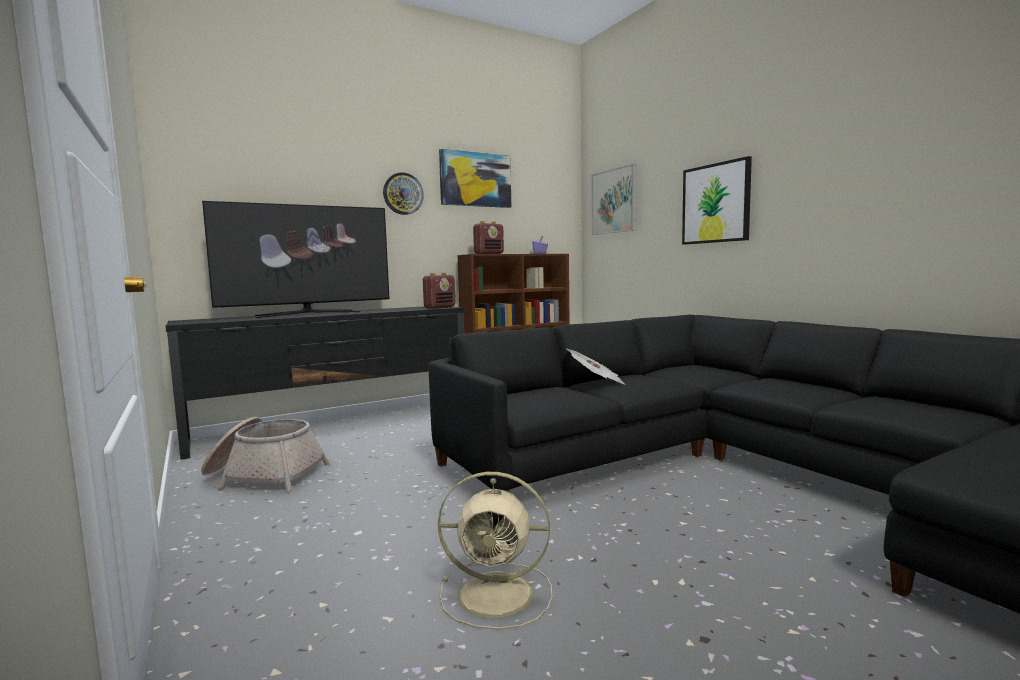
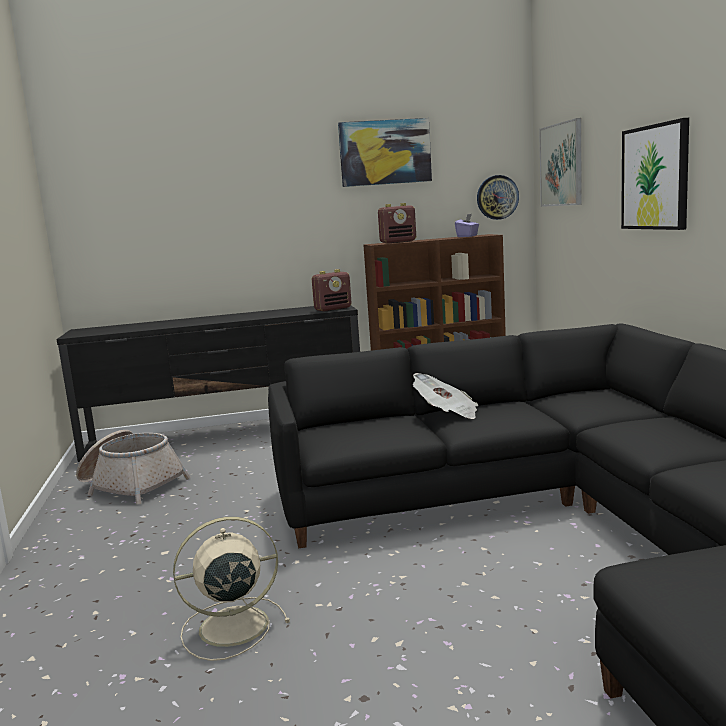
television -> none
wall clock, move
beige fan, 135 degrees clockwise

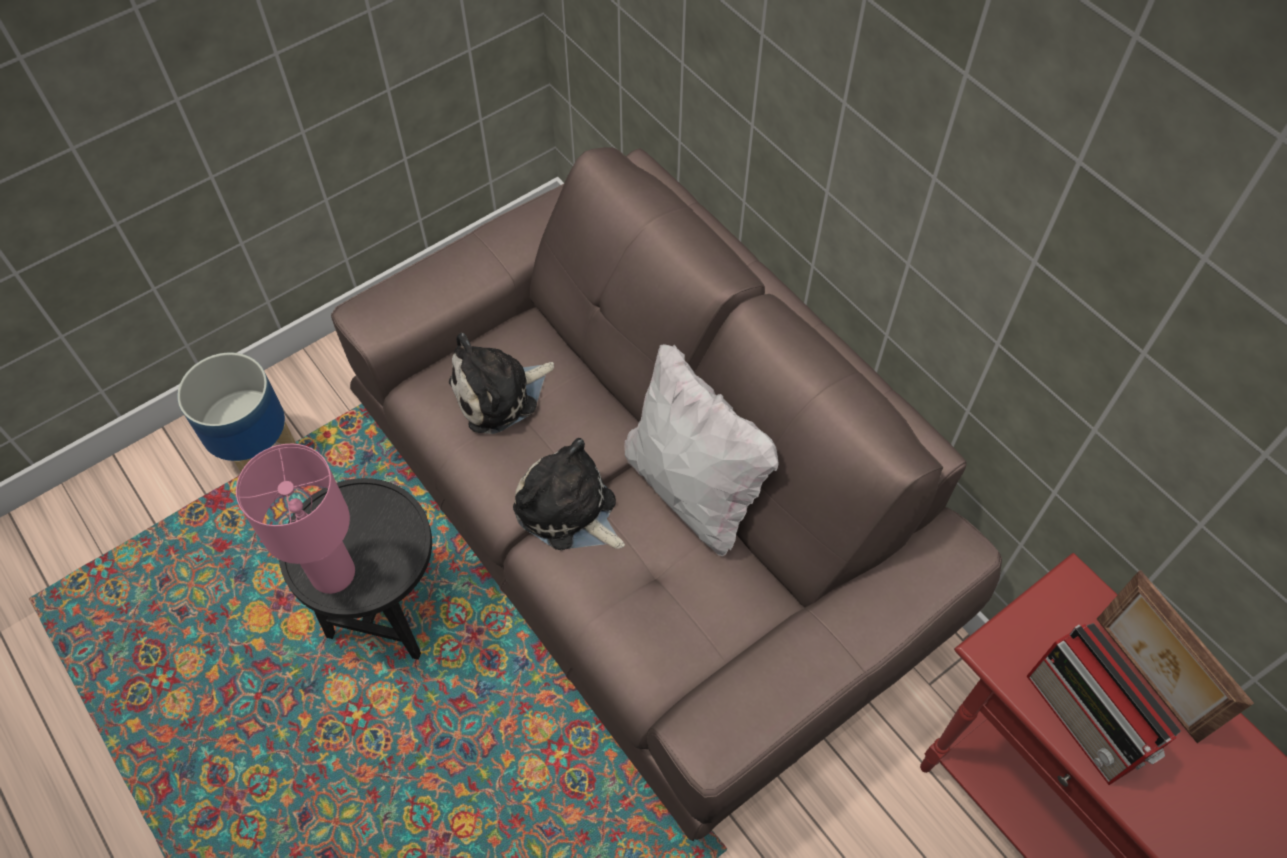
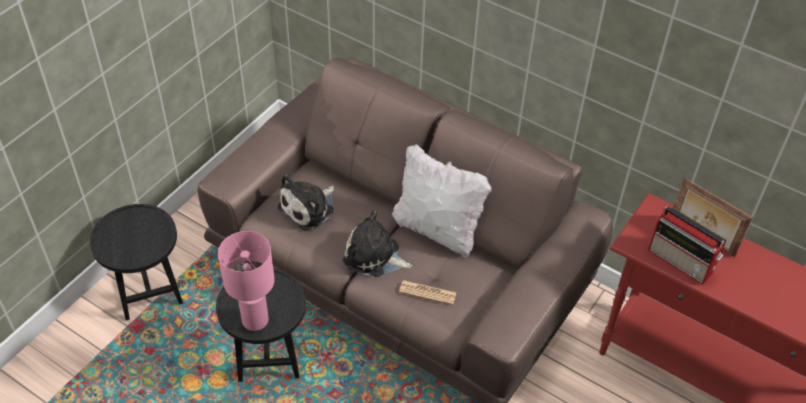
planter -> black side table (1st from left)
none -> newspaper

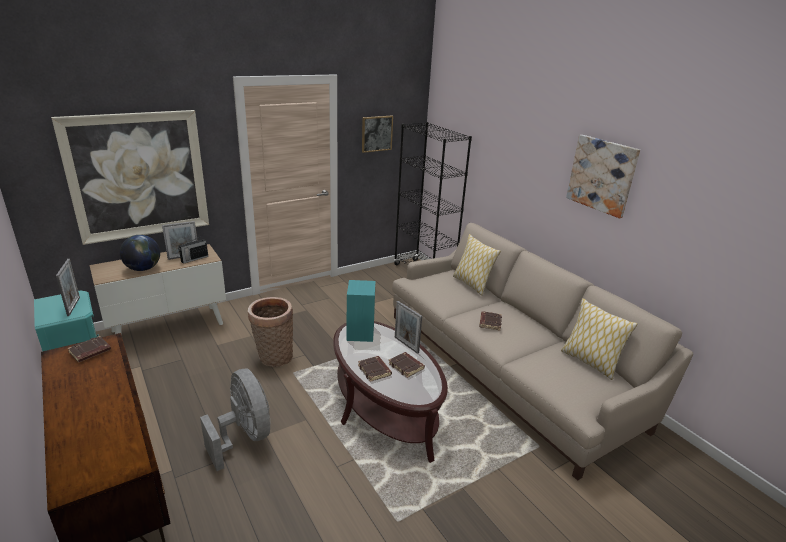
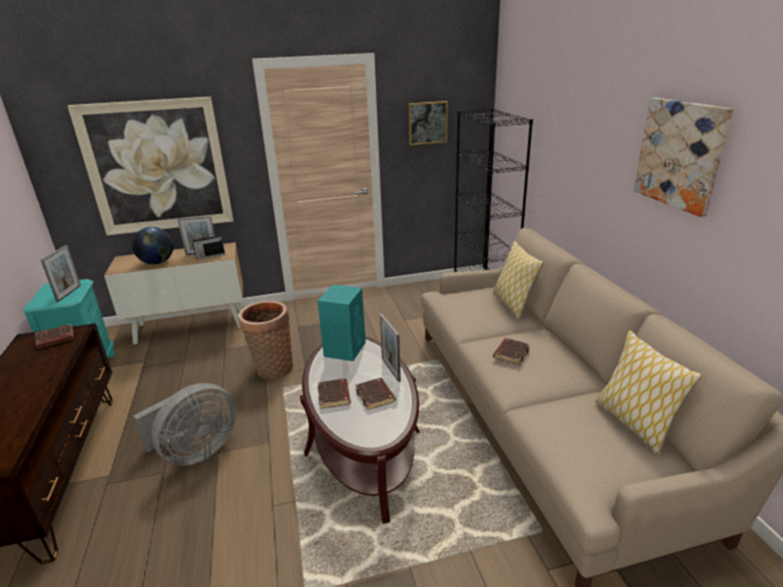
grey fan, 60 degrees clockwise

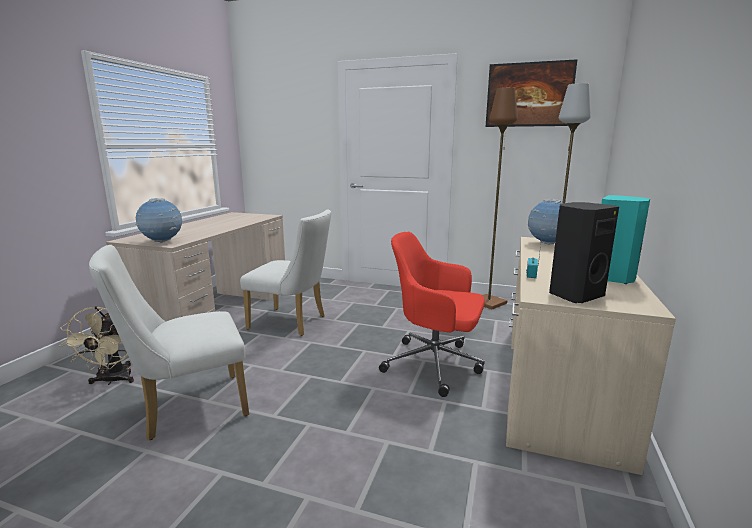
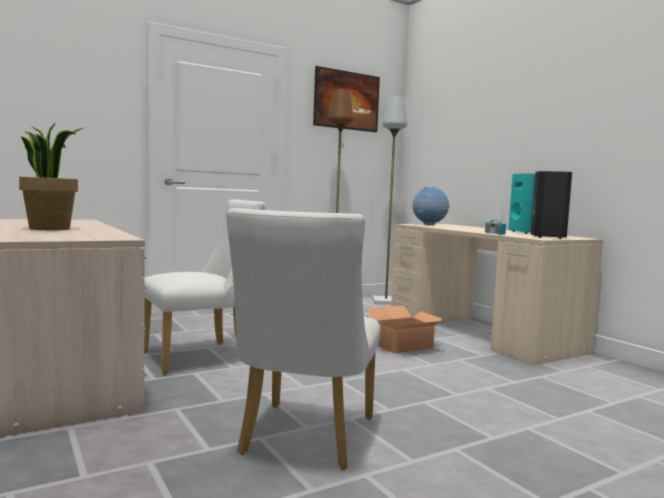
beige fan -> none
globe (1st from left) -> none
red office chair -> cardboard box
none -> potted plant

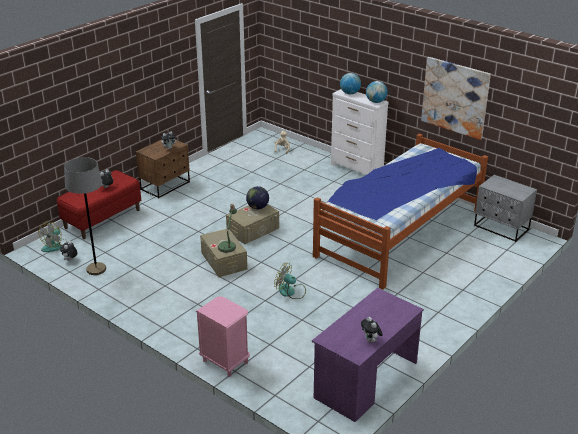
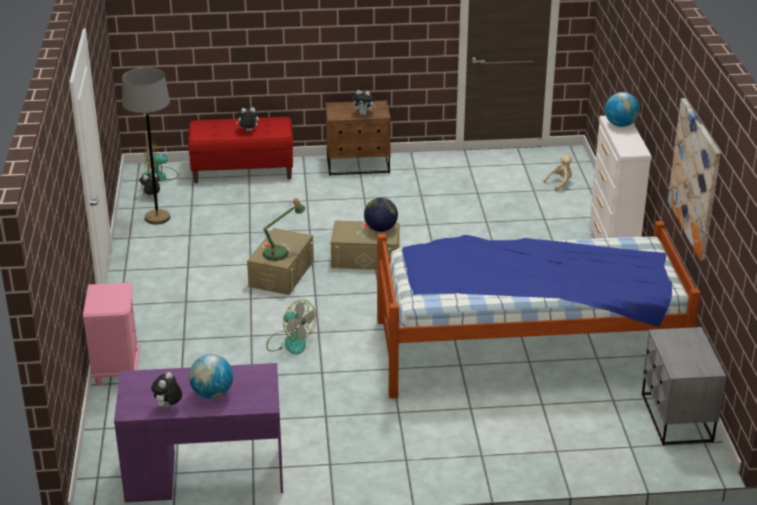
fan (2nd from left), 150 degrees clockwise
globe (3rd from left in the first image) -> globe (1st from left), move

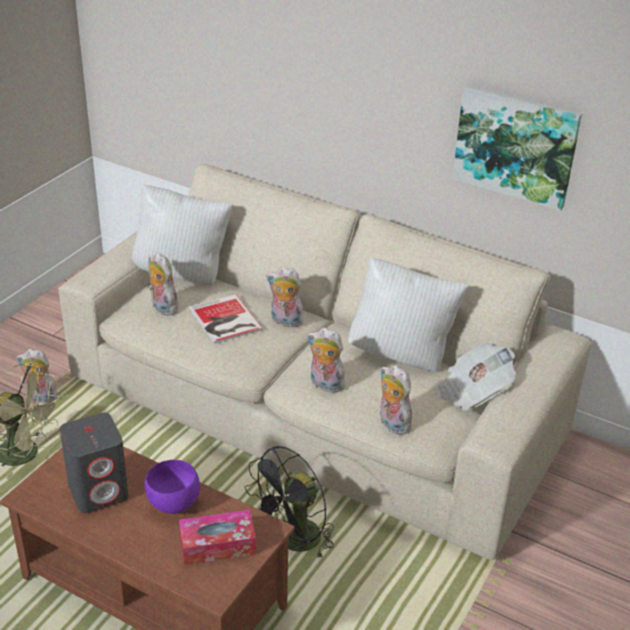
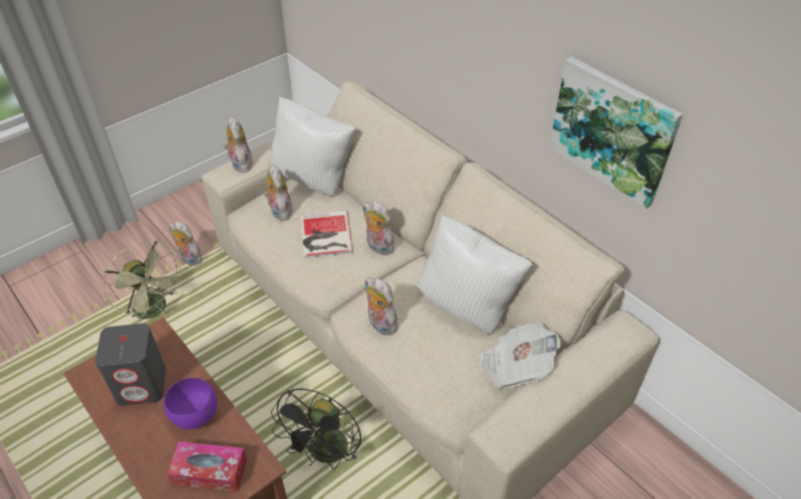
black fan, 45 degrees counterclockwise
plush toy (5th from left in the first image) -> plush toy (2nd from left), move

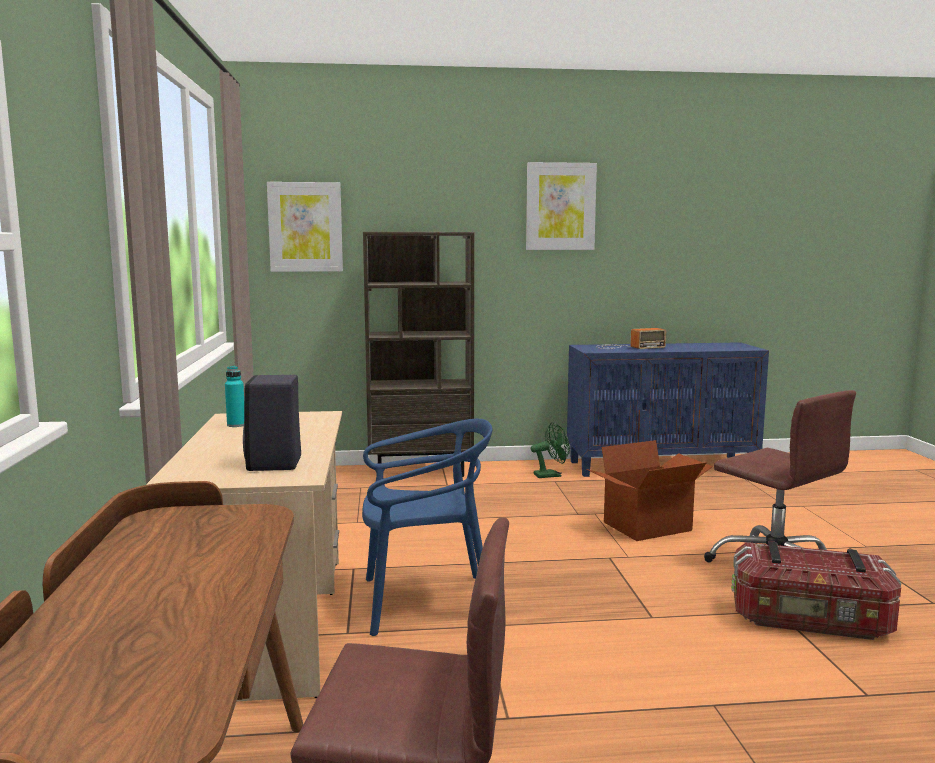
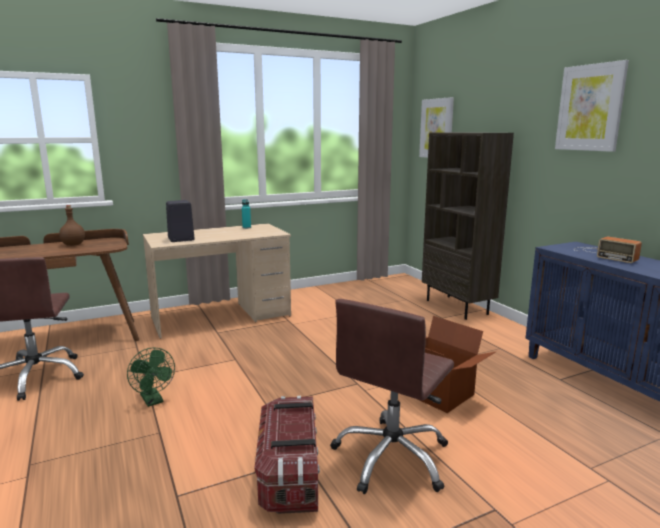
blue chair -> none
green fan, move
none -> brown bottle

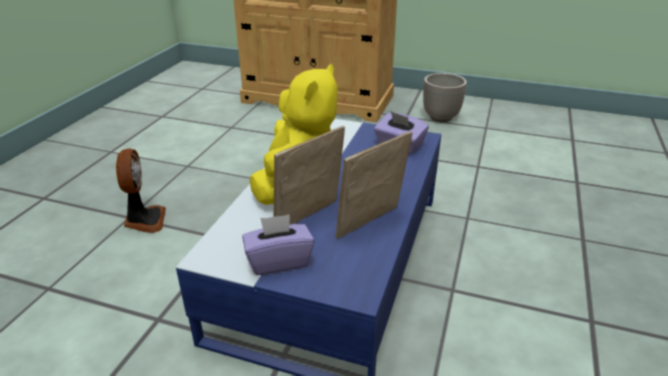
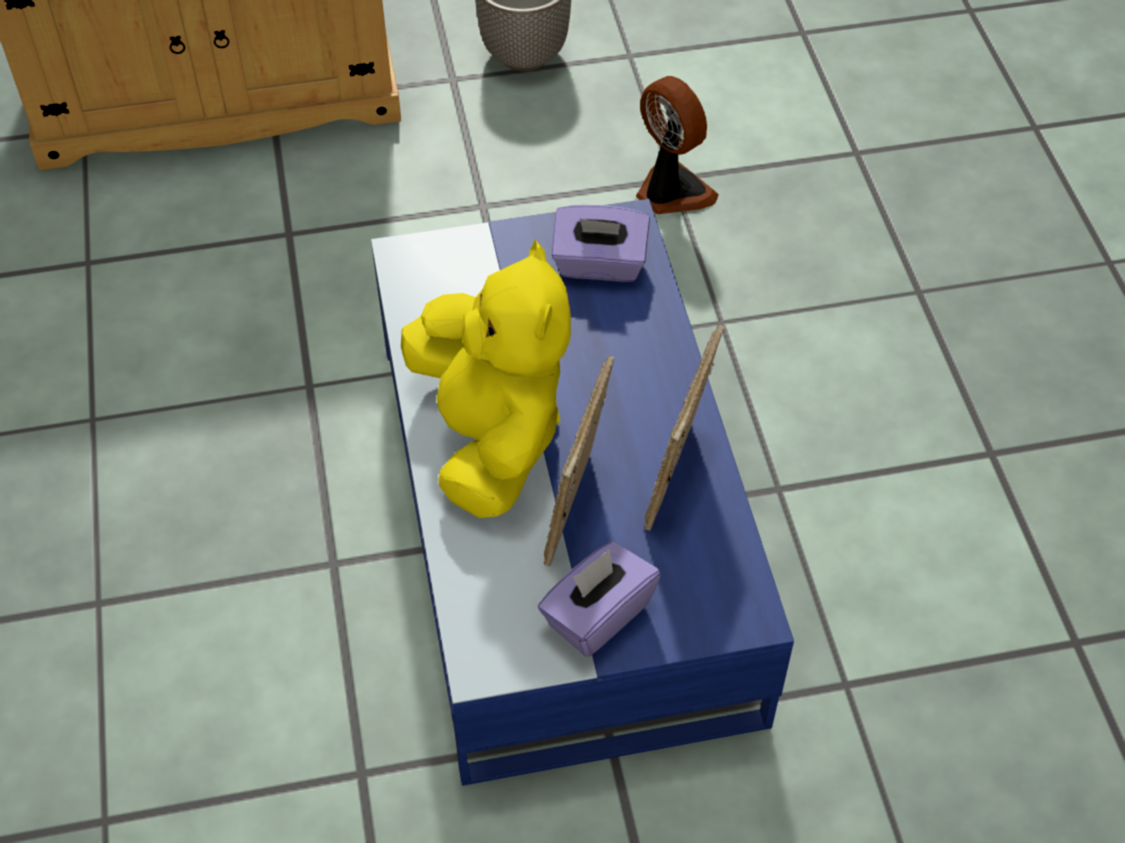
fan, move

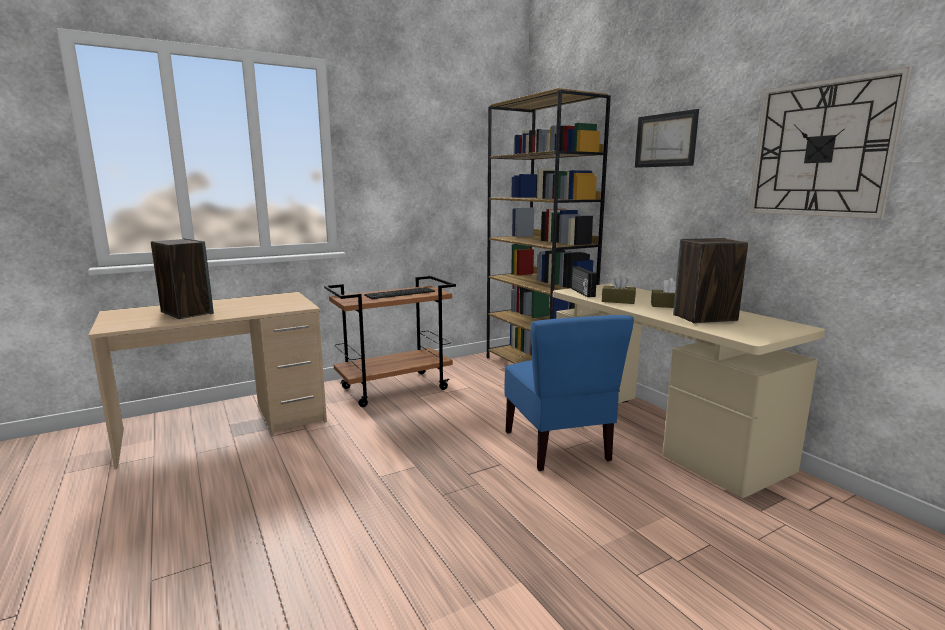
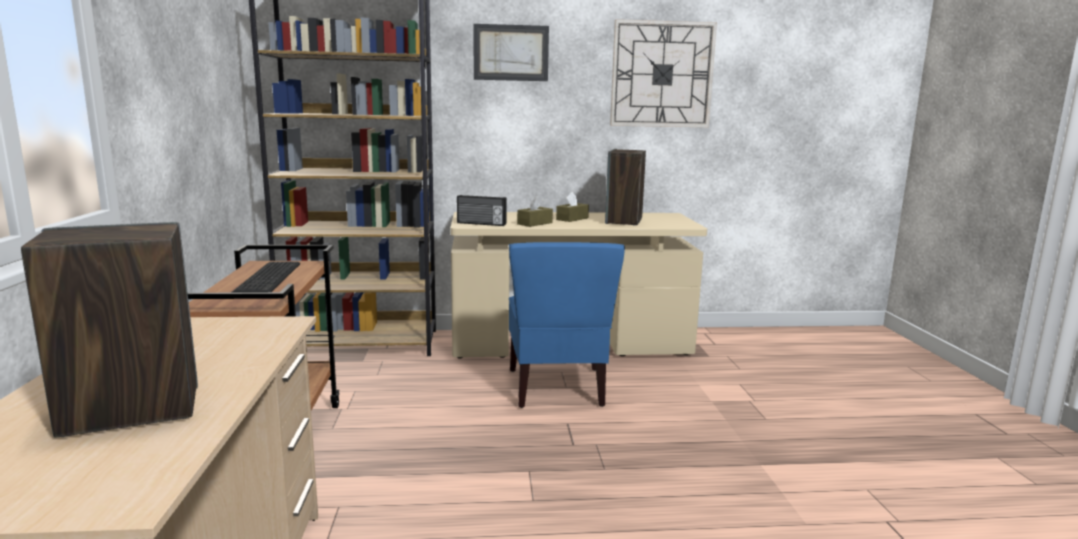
blue chair, 75 degrees clockwise

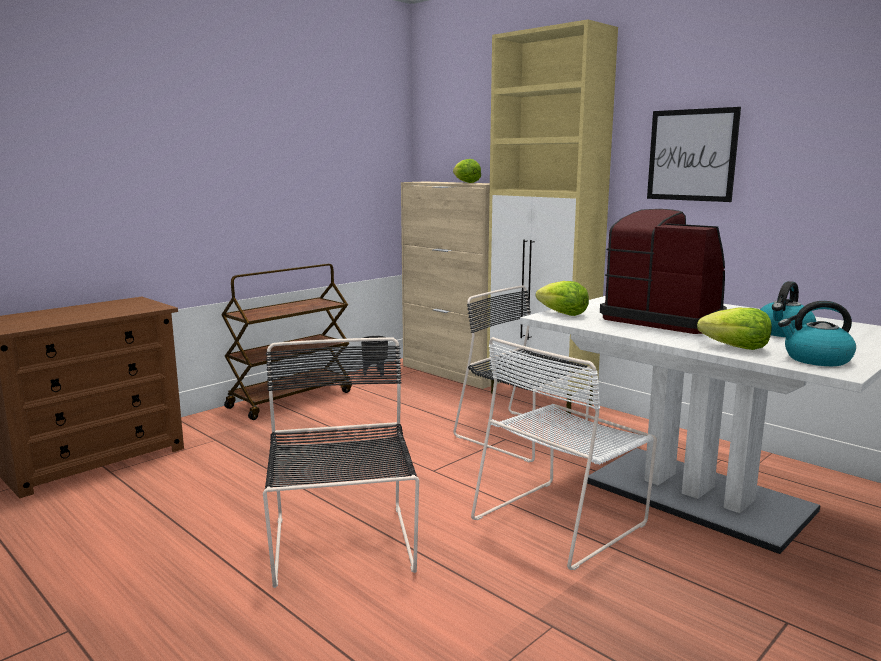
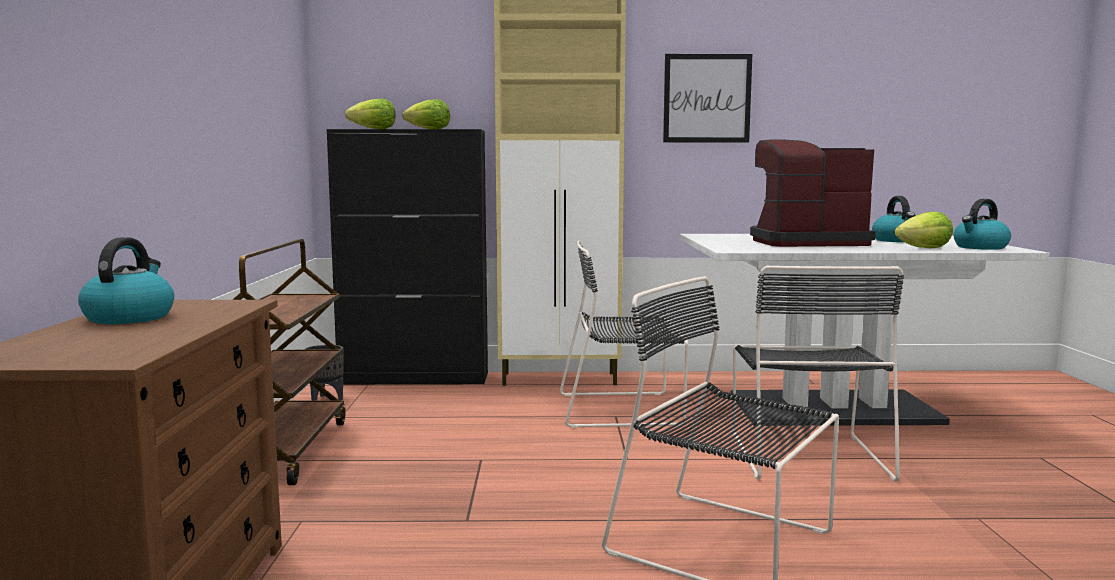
beige cabinet (1st from left) -> black cabinet
white chair -> black chair (3rd from left)
lettuce (2nd from left in the first image) -> lettuce (1st from left), move
none -> kettle (1st from left)

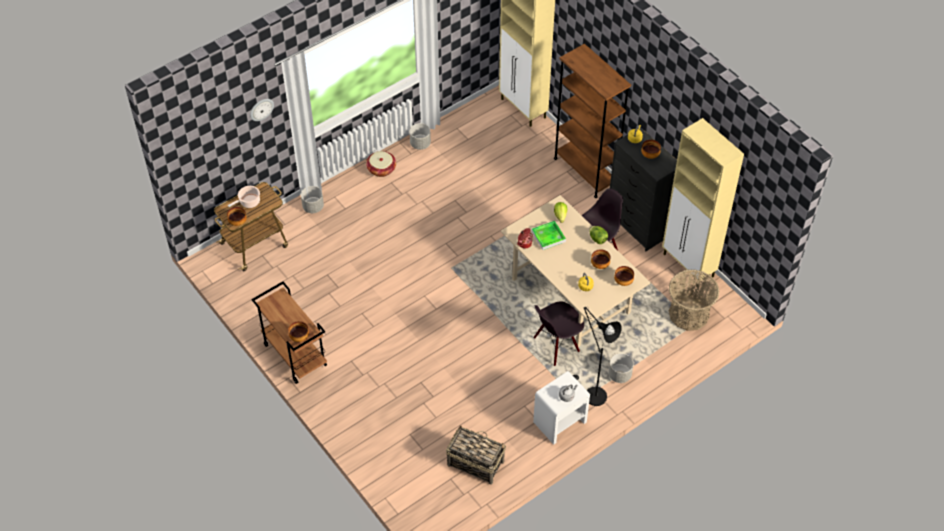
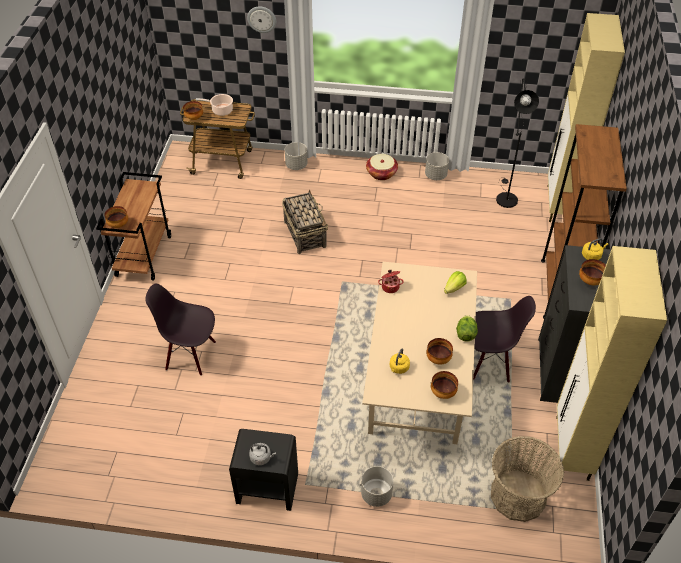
basket (2nd from left in the first image) -> basket (1st from left), move
tray -> none
black chair (1st from left), move
white nightstand -> black nightstand
black floor lamp, move

